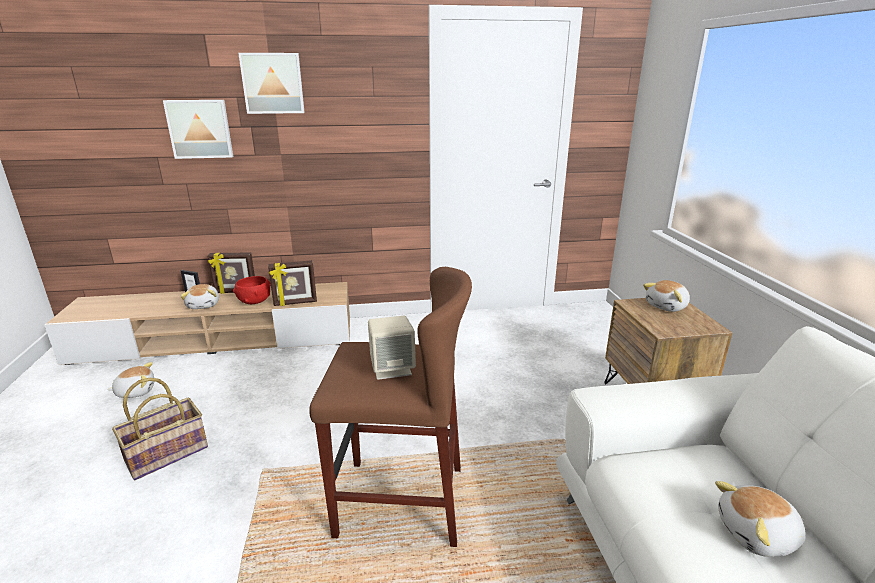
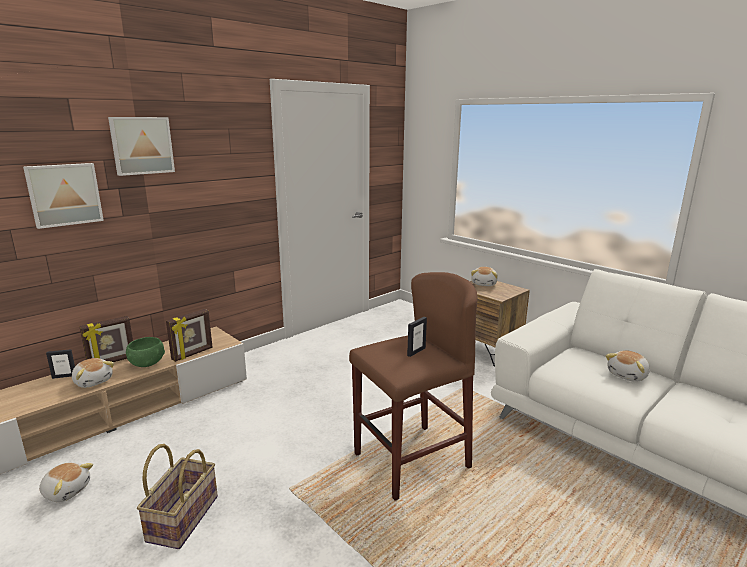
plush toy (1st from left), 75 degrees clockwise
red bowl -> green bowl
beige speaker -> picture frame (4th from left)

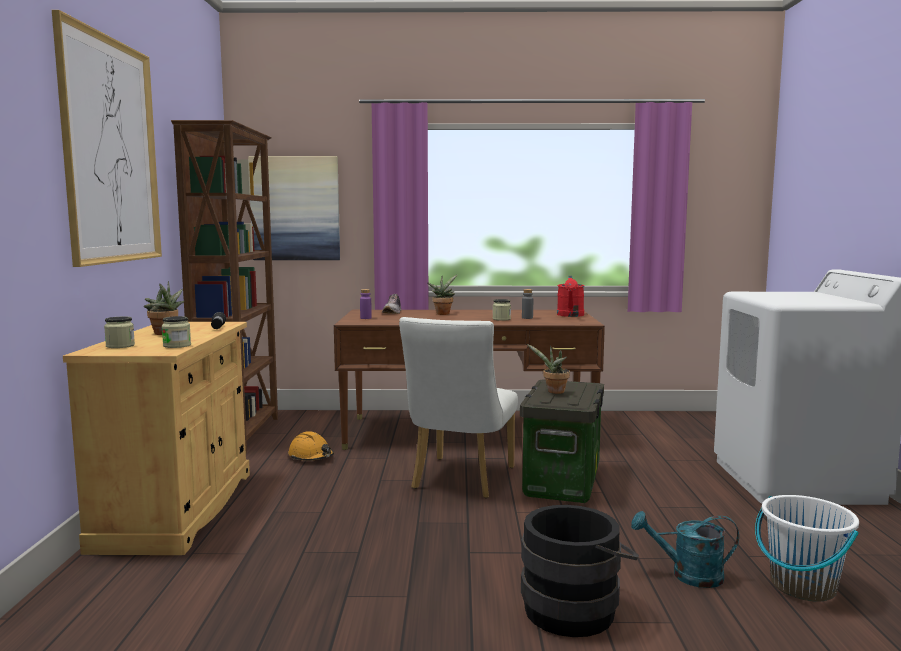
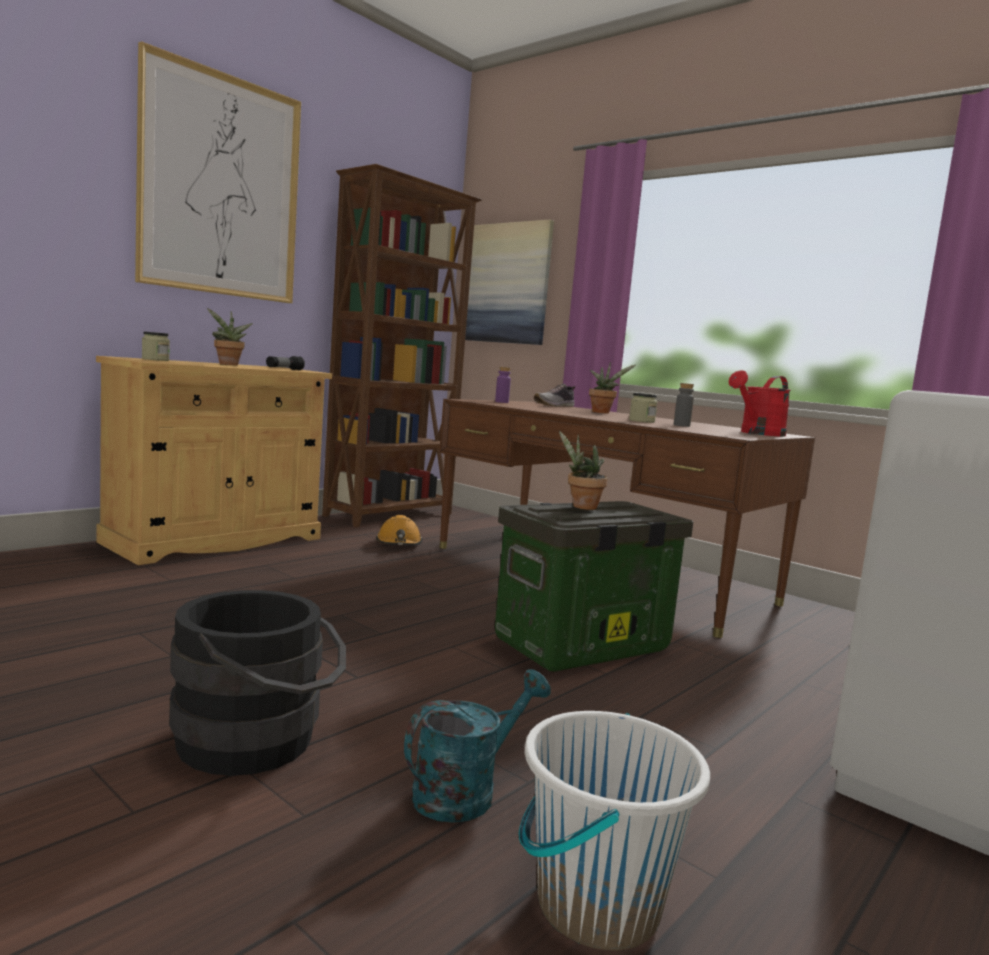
jar (2nd from left) -> none
white chair -> none
turquoise watering can, 90 degrees clockwise

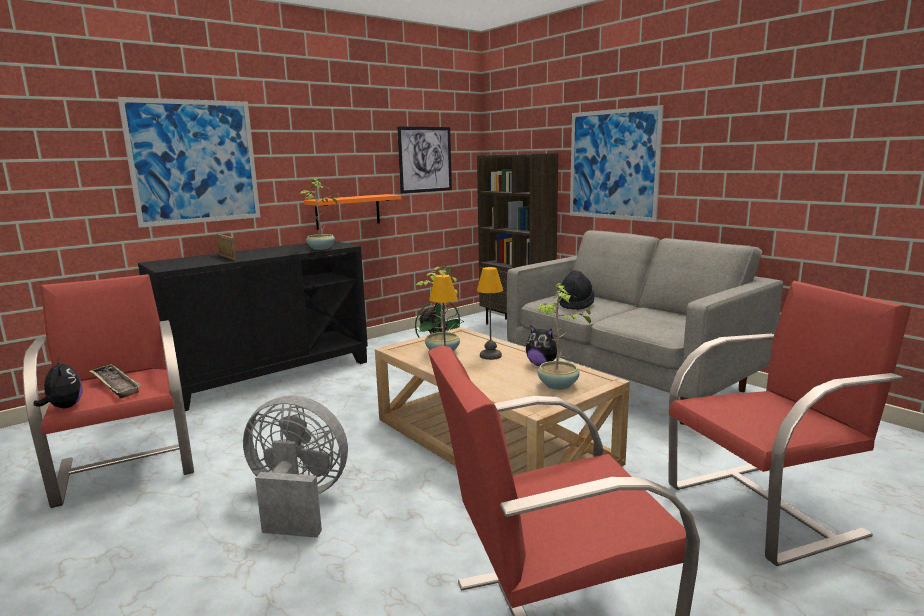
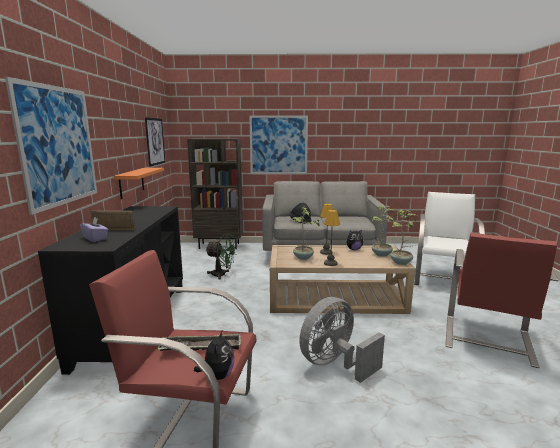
plush toy (1st from left), 90 degrees clockwise
potted plant (1st from left in the first image) -> potted plant (3rd from left), move
red armchair (3rd from left) -> white armchair
none -> purple tissue box

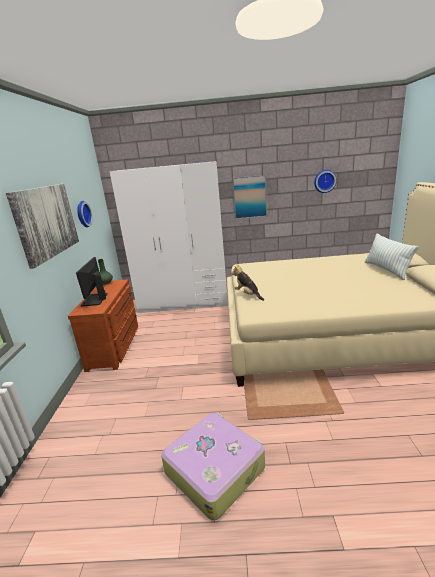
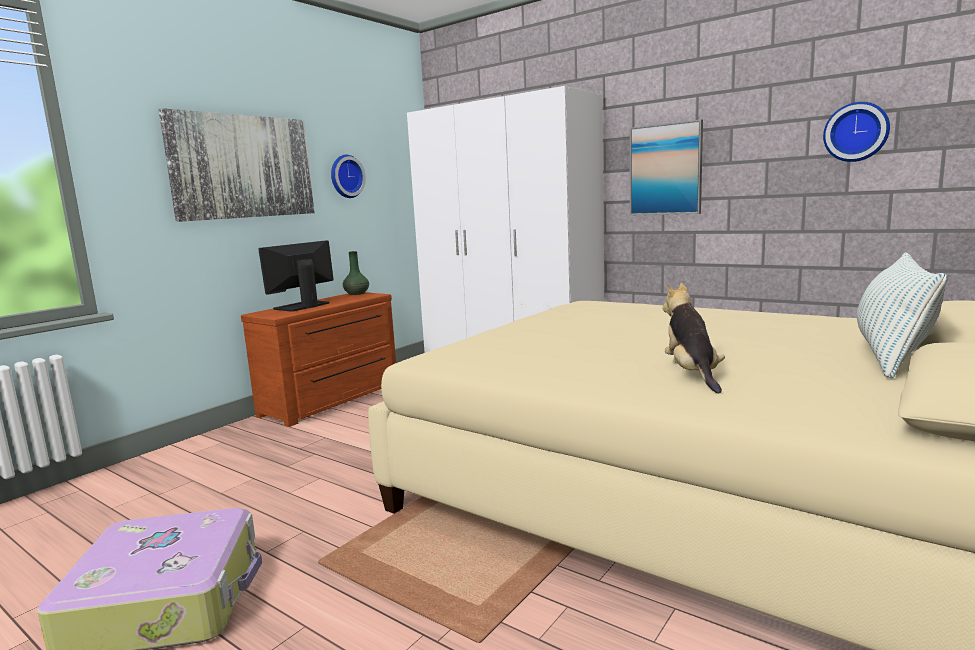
plush toy, move

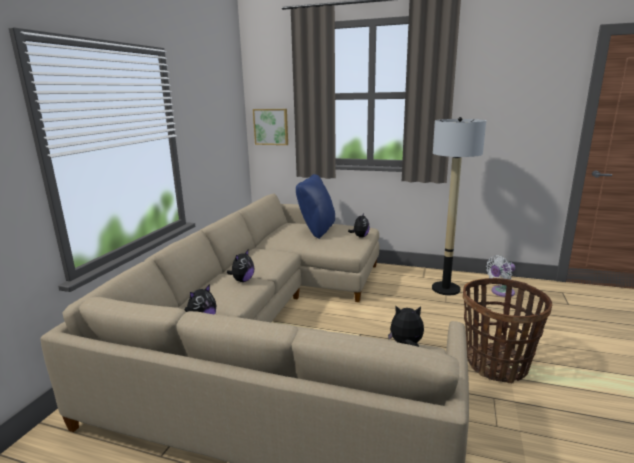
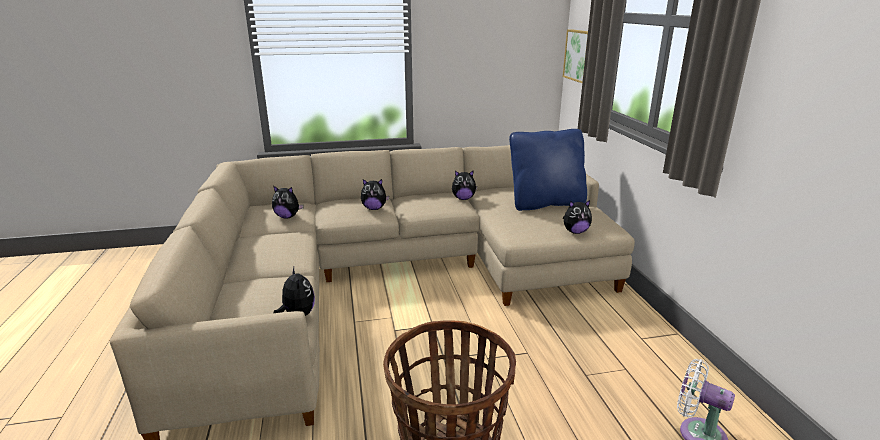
floor lamp -> none
none -> plush toy (4th from left)

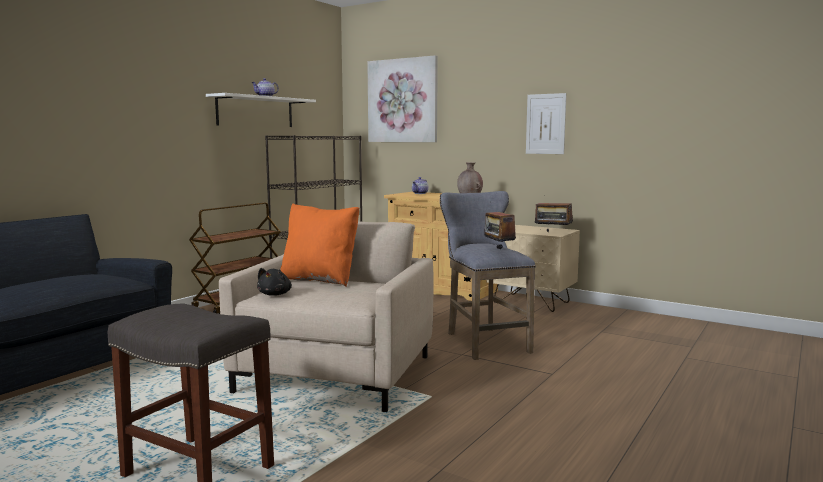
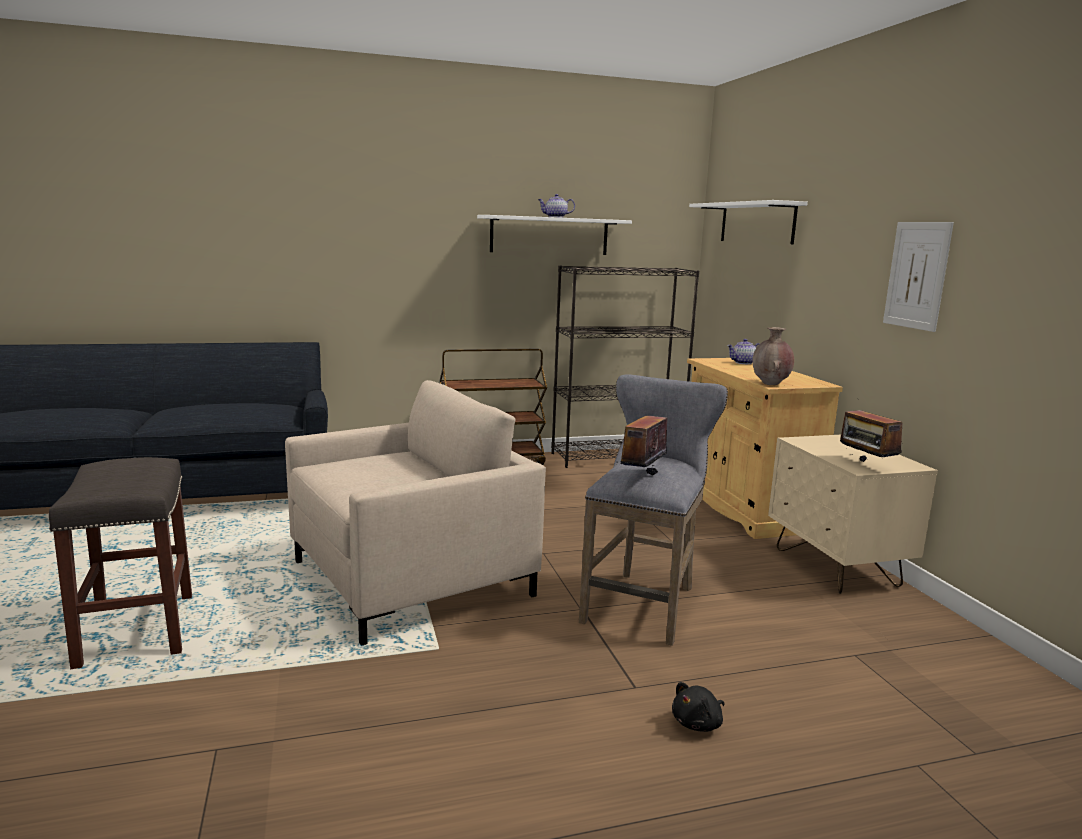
black plush toy, move
orange pillow -> none
picture (1st from left) -> white shelf (2nd from left)

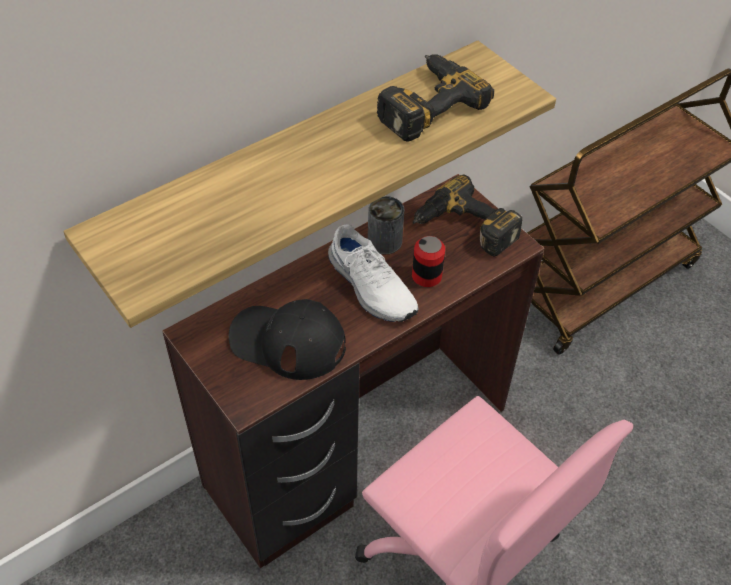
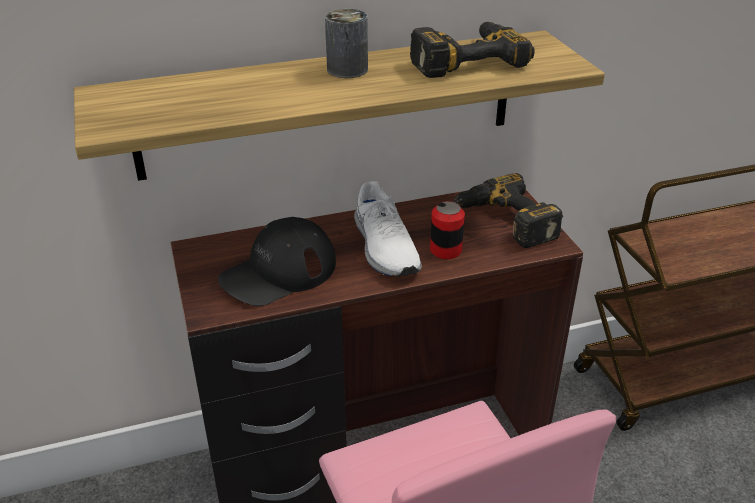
black cap, 75 degrees counterclockwise
can (1st from left), move

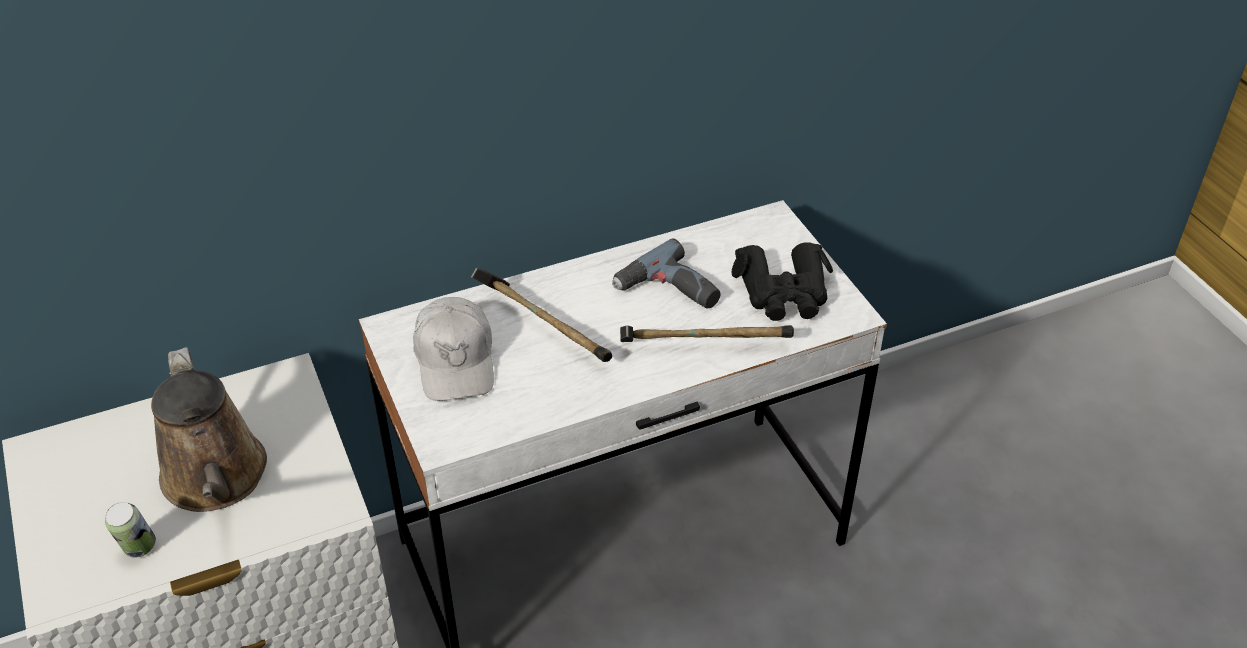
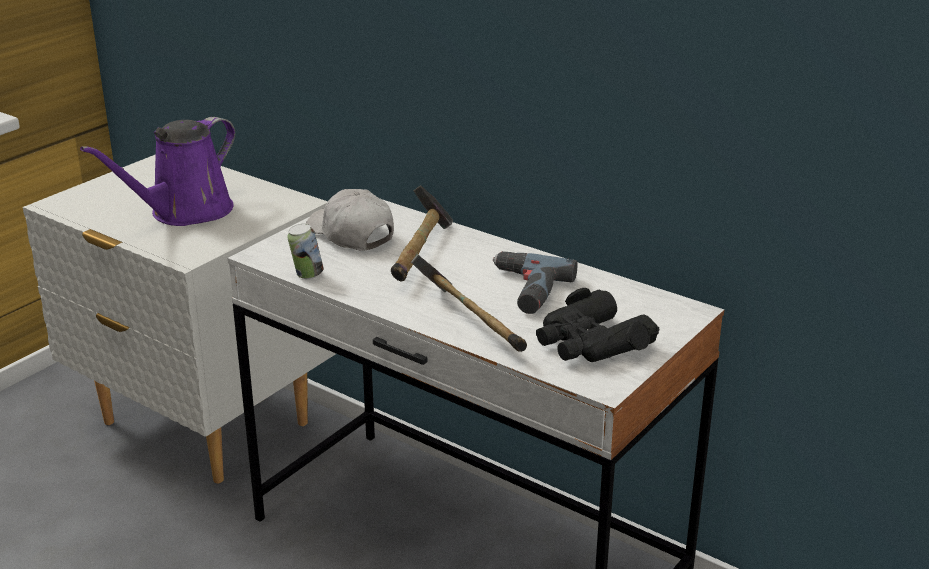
can, move
brown watering can -> purple watering can
white cap, 90 degrees clockwise

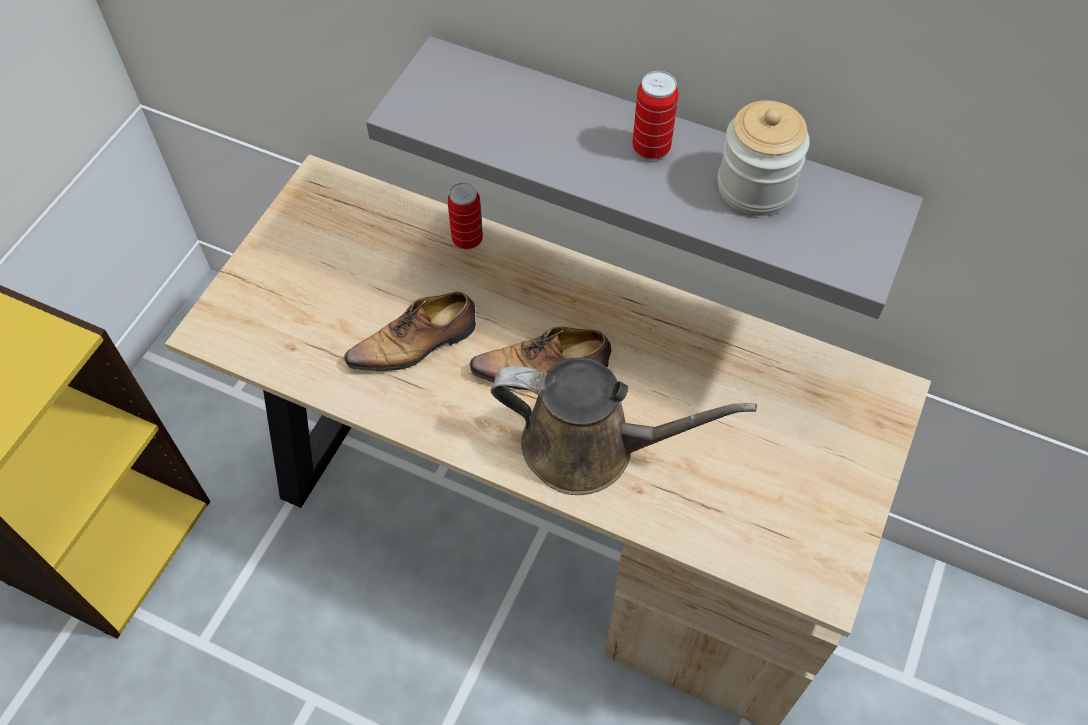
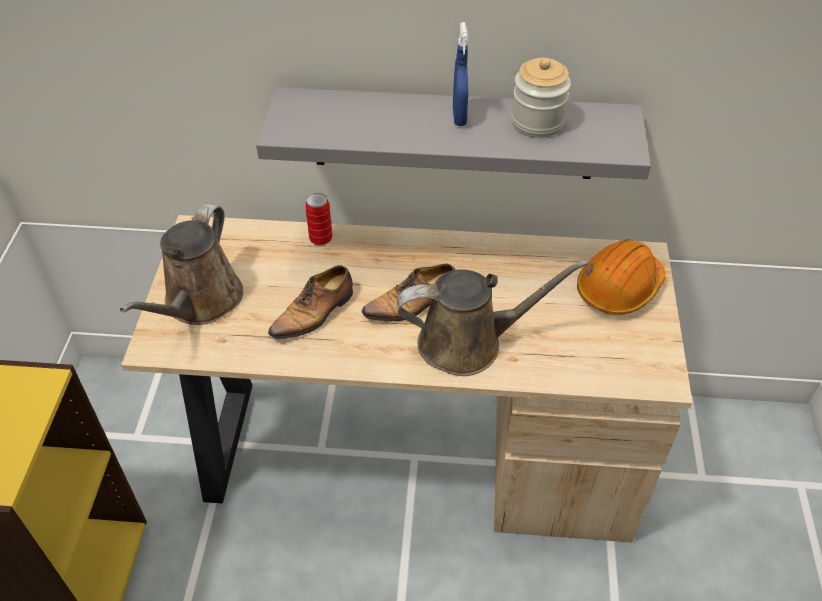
can (2nd from left) -> blue spray bottle
none -> brown watering can (1st from left)
none -> orange hard hat

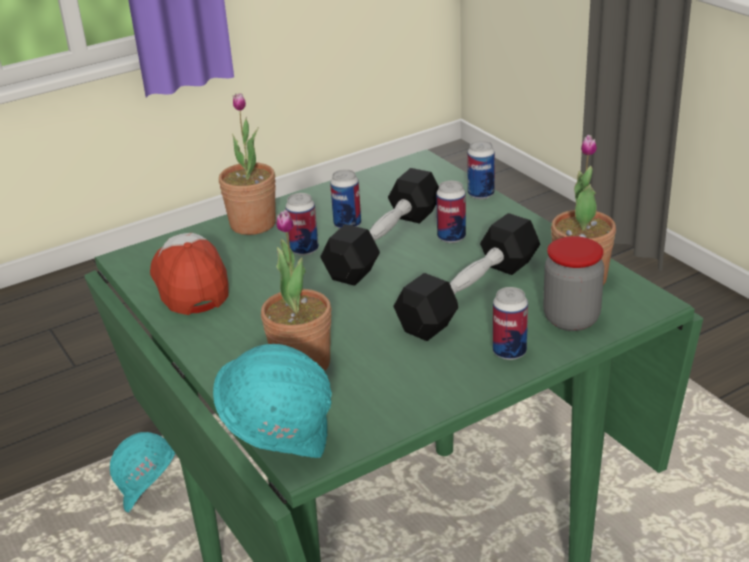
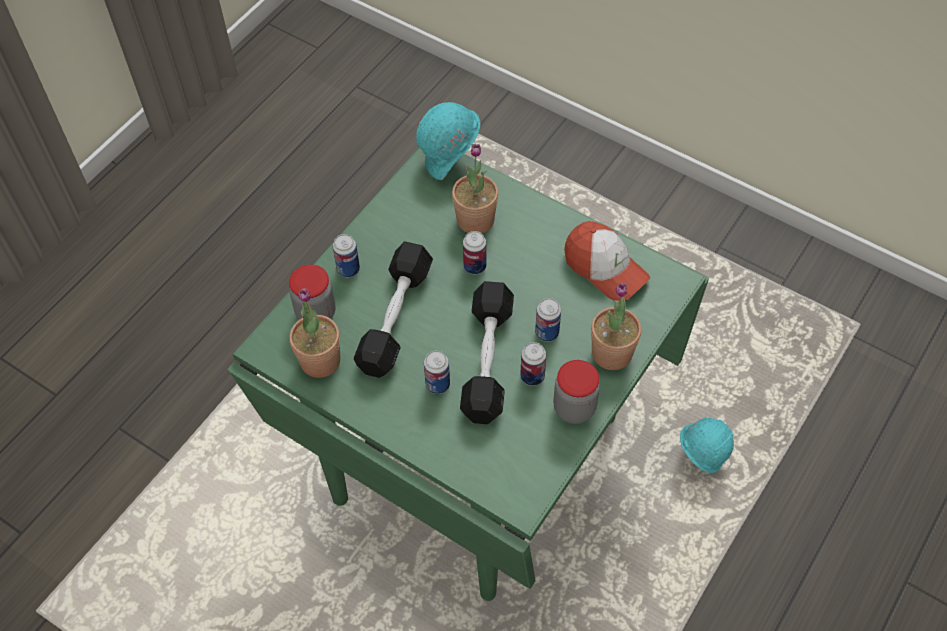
can (4th from left in the first image) -> can (3rd from left), move
none -> jar (2nd from left)

